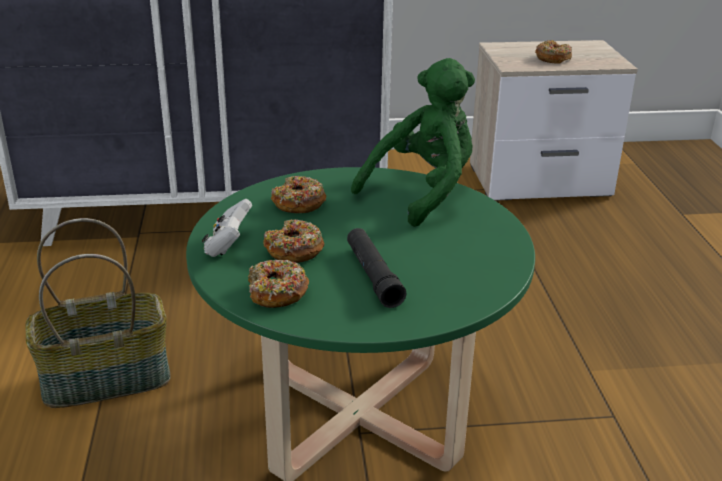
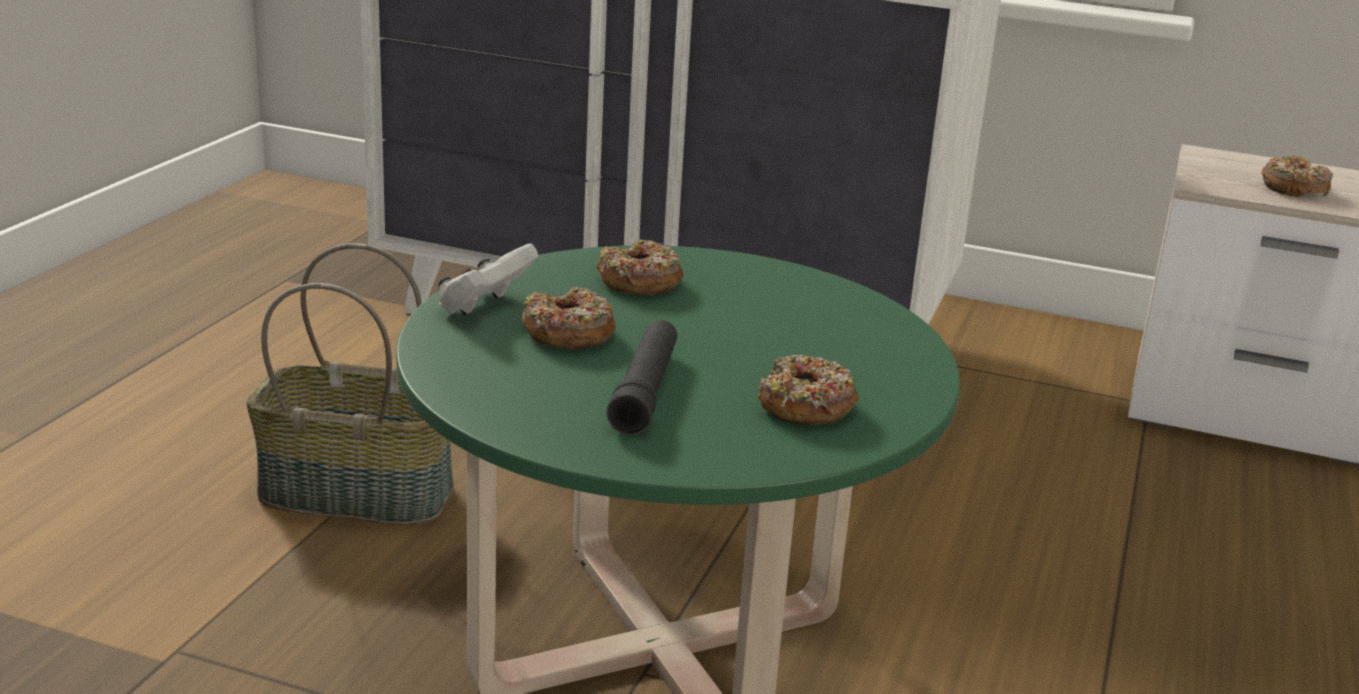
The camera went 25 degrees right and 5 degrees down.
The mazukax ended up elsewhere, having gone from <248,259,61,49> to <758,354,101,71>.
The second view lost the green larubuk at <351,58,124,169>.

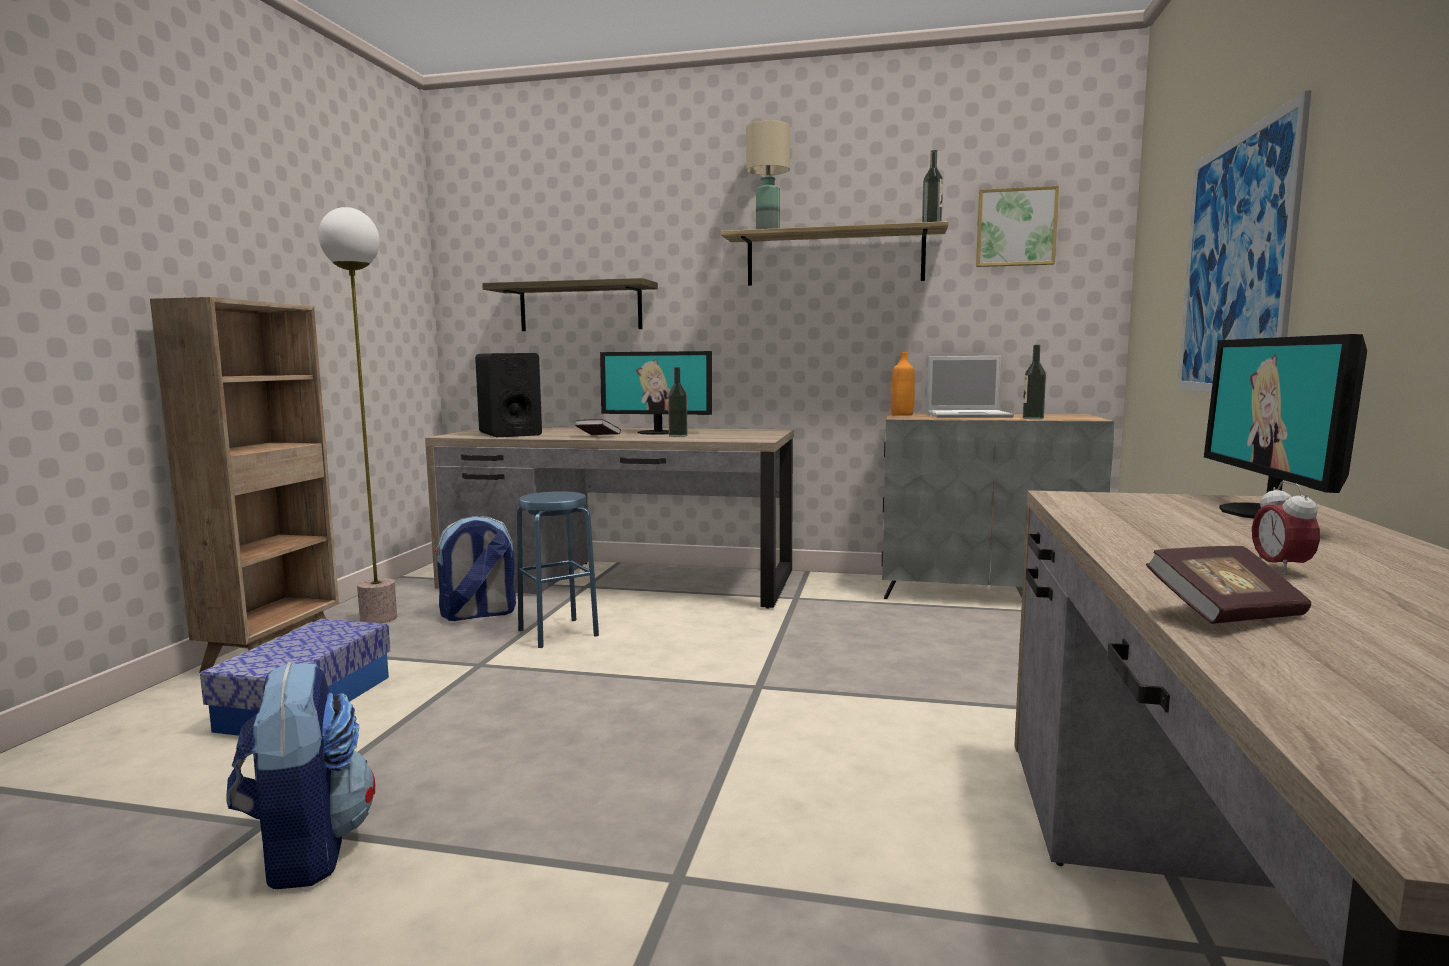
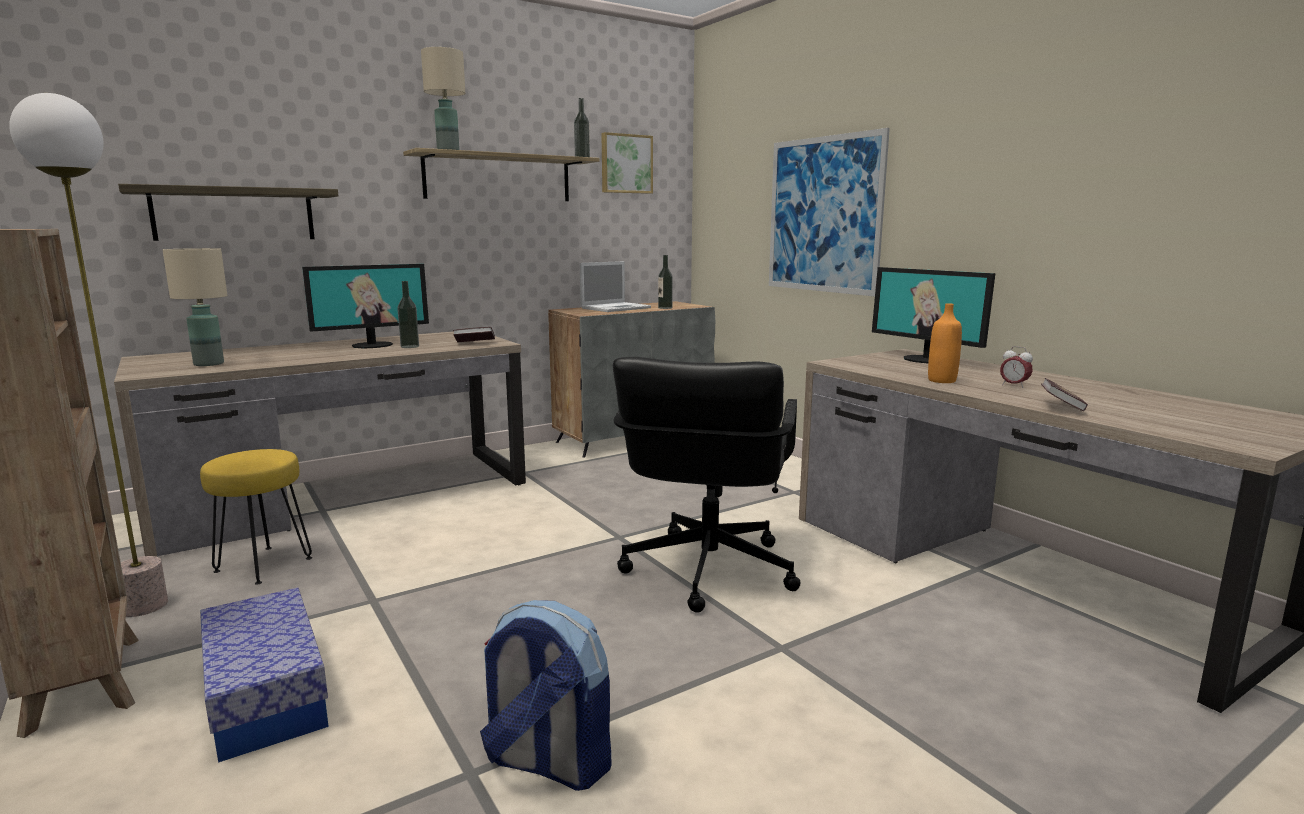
The camera went 45 degrees left and 5 degrees up.
Where the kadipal stood at <435,516,81,105>, the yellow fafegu came to stand at <200,449,112,136>.
Where the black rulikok stood at <475,353,67,84>, the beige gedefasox came to stand at <163,248,64,118>.
The second view lost the blue fafegu at <517,491,82,157>.
The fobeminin ended up elsewhere, having gone from <575,419,46,16> to <453,327,42,15>.
The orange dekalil ended up elsewhere, having gone from <891,352,24,64> to <928,303,34,80>.
The second view gained the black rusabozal at <613,357,187,256>.

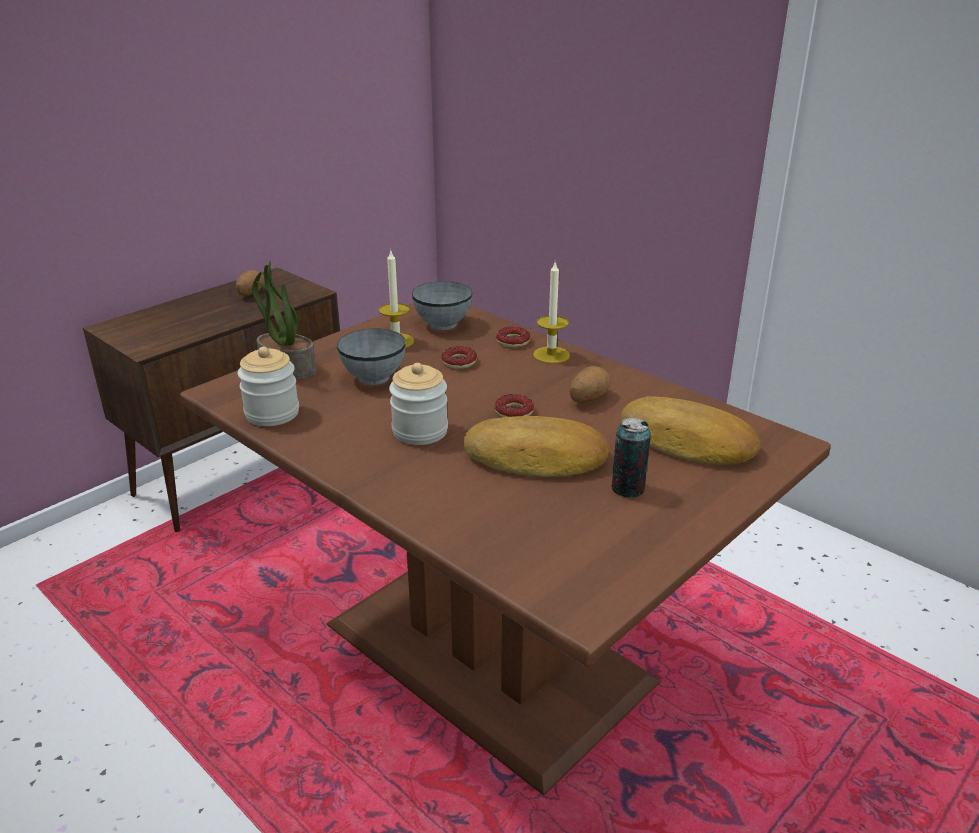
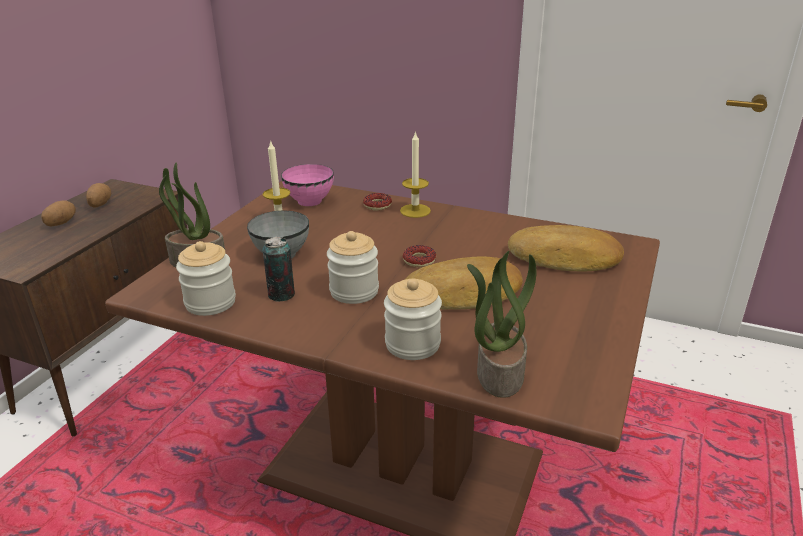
The camera went 20 degrees left and 0 degrees up.
What was the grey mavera at <412,281,61,49> turned into the pink mavera at <281,164,53,42>.
The second view lost the mazukax at <441,346,36,23>.
The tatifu ended up elsewhere, having gone from <570,366,41,37> to <41,200,35,26>.
The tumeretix ended up elsewhere, having gone from <612,418,39,80> to <262,237,33,65>.
The second view gained the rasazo at <384,278,58,82>.
The second view gained the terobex at <467,251,69,147>.

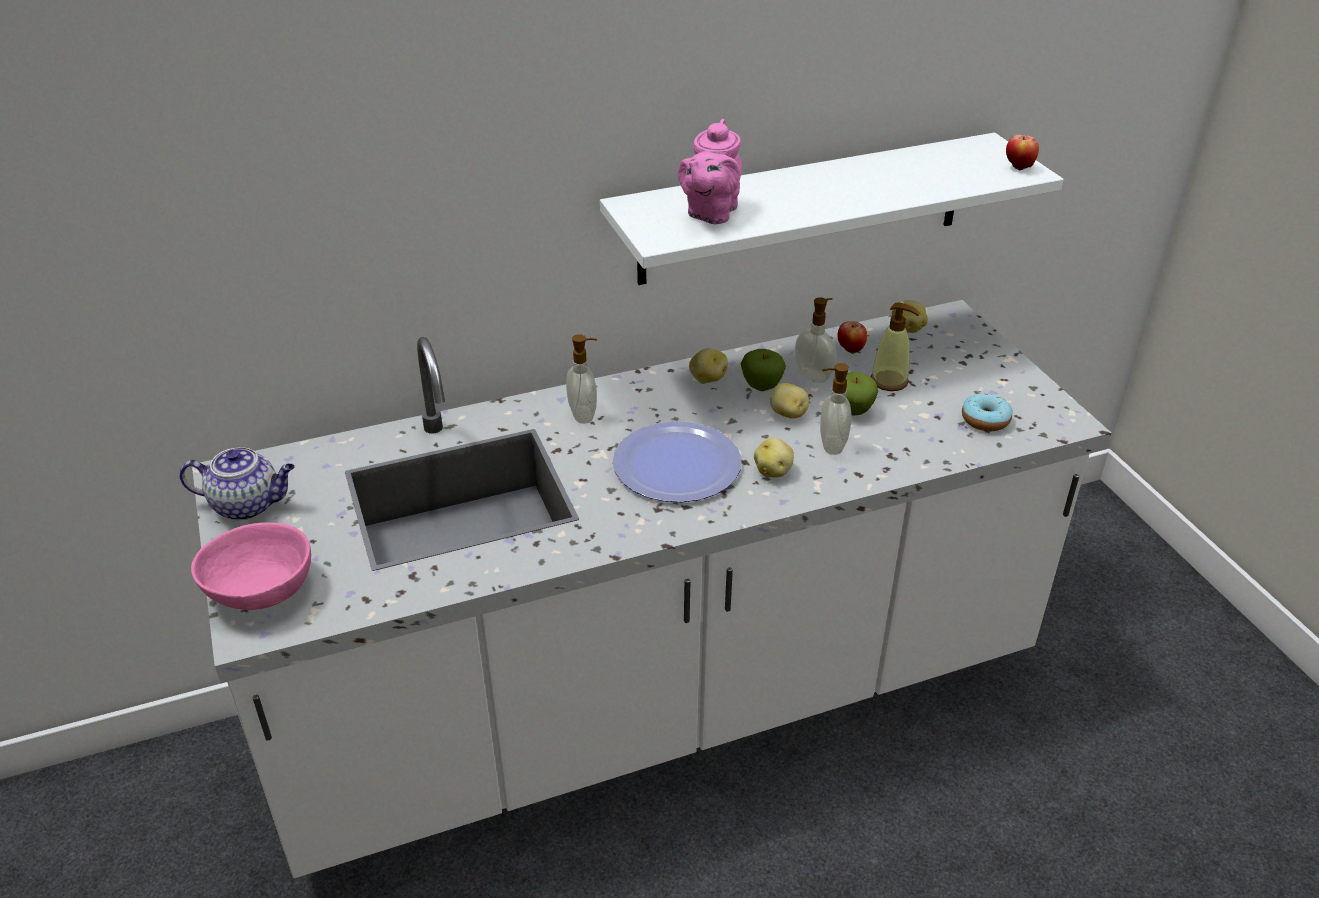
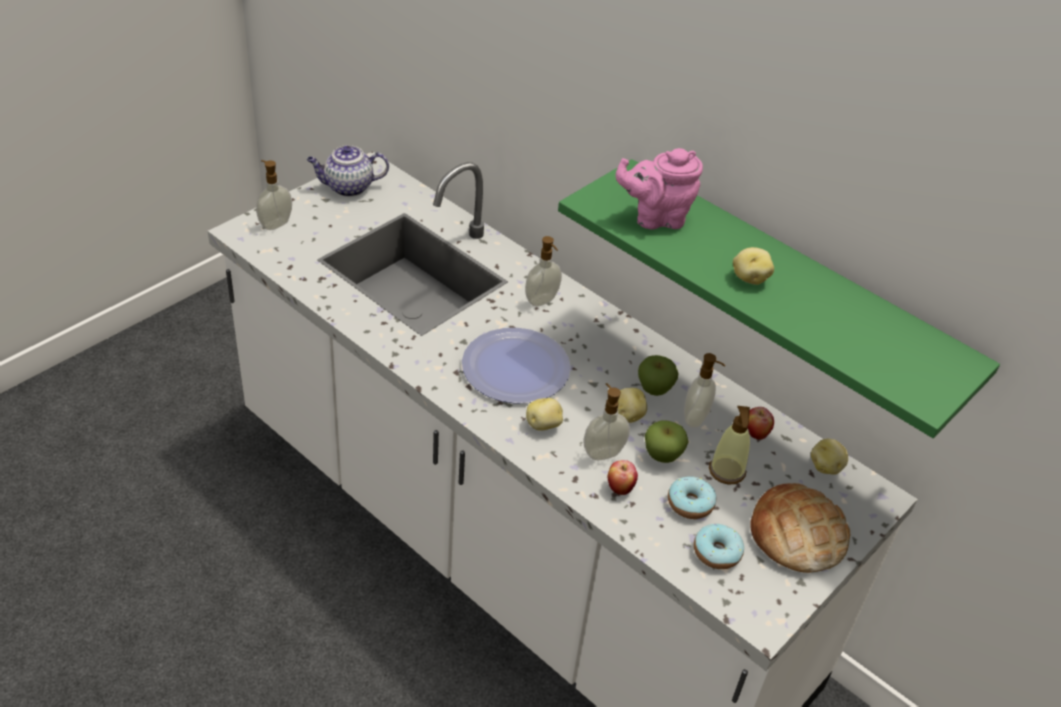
The camera went 60 degrees right and 5 degrees up.
The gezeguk at <179,447,116,73> ended up facing another way, 105 degrees clockwise from before.
Where the pink mavera stood at <191,522,120,88>, the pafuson came to stand at <256,160,36,70>.
What was the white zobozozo at <600,133,464,152> turned into the green zobozozo at <558,159,442,279>.
The tatifu ended up elsewhere, having gone from <689,348,39,35> to <733,247,41,38>.
The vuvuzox ended up elsewhere, having gone from <1006,134,33,36> to <608,460,30,35>.
The second view gained the mazukax at <668,476,48,43>.
The second view gained the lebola at <750,483,100,90>.

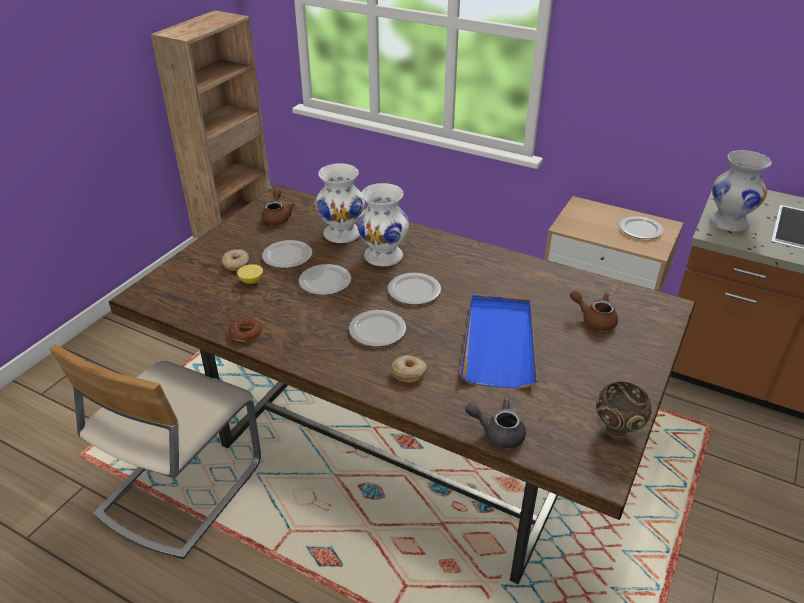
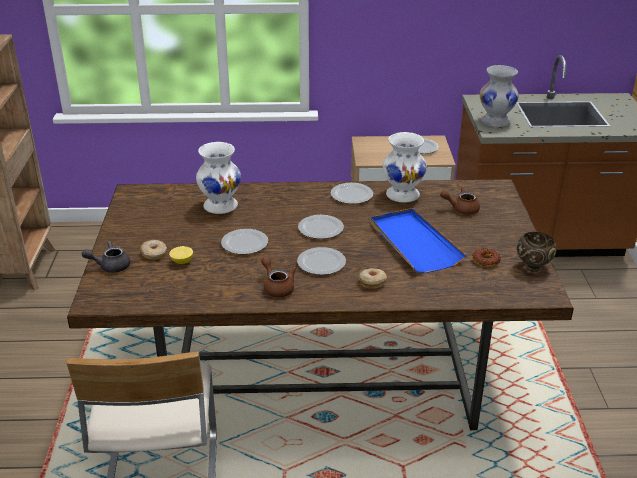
The camera went 30 degrees left and 5 degrees down.
The mazukax ended up elsewhere, having gone from <229,318,33,24> to <473,248,28,19>.
The brown gezeguk ended up elsewhere, having gone from <261,188,34,37> to <261,257,35,40>.
The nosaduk ended up elsewhere, having gone from <262,240,50,28> to <331,183,42,21>.
The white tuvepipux ended up elsewhere, having gone from <357,183,52,83> to <383,132,44,71>.
The grey gezeguk ended up elsewhere, having gone from <465,398,61,50> to <82,241,48,32>.

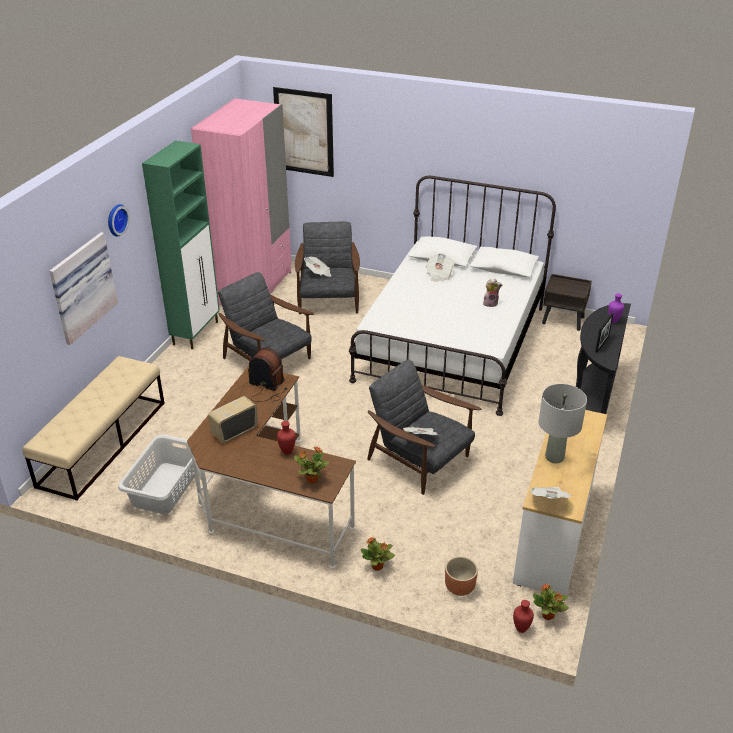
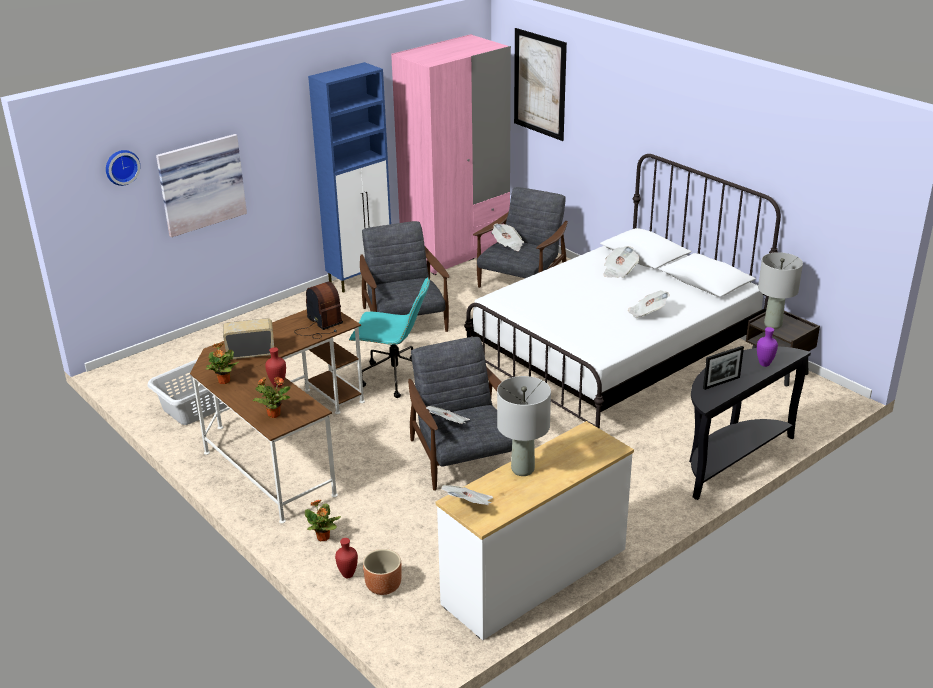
The camera went 30 degrees right and 5 degrees down.
The second view lost the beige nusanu at <23,356,142,145>.
The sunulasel ended up elsewhere, having gone from <108,204,22,33> to <106,150,35,36>.
What was the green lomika at <142,140,78,210> turned into the blue lomika at <308,62,83,231>.
Where the larubuk stood at <483,279,20,28>, the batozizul came to stand at <627,290,43,28>.
The red tuvepipux ended up elsewhere, having gone from <513,600,21,33> to <335,538,23,40>.
The terobex ended up elsewhere, having gone from <533,584,36,36> to <205,344,34,40>.
The second view gained the turquoise rusabozal at <349,278,81,120>.
The second view gained the grey gedefasox at <758,252,45,77>.

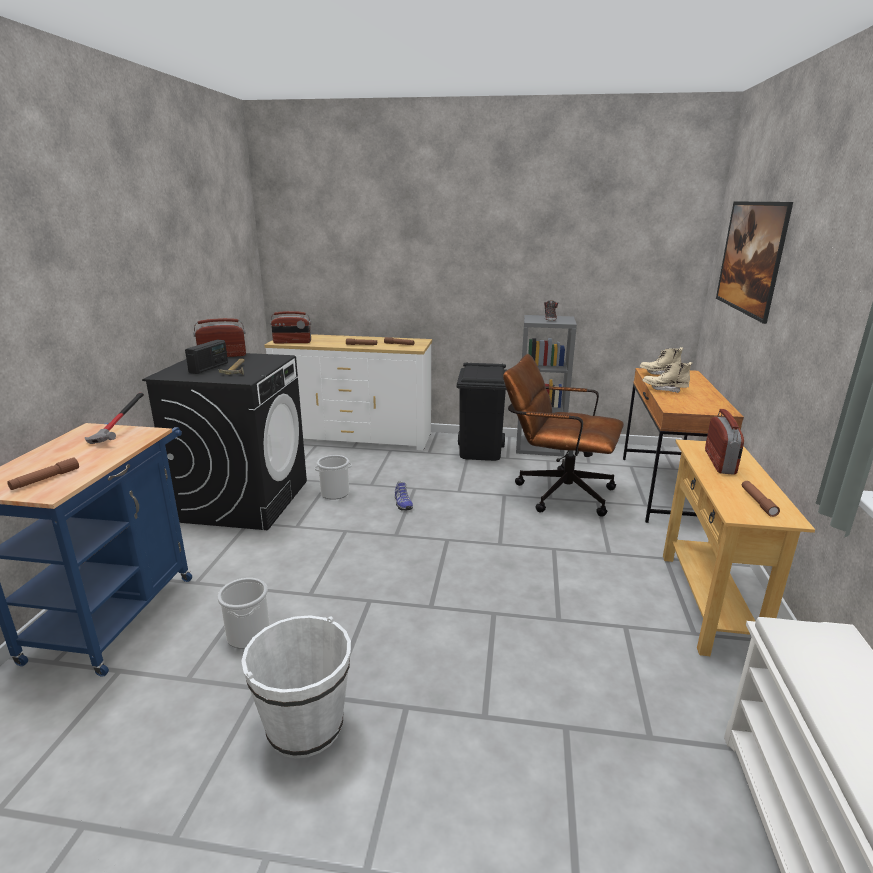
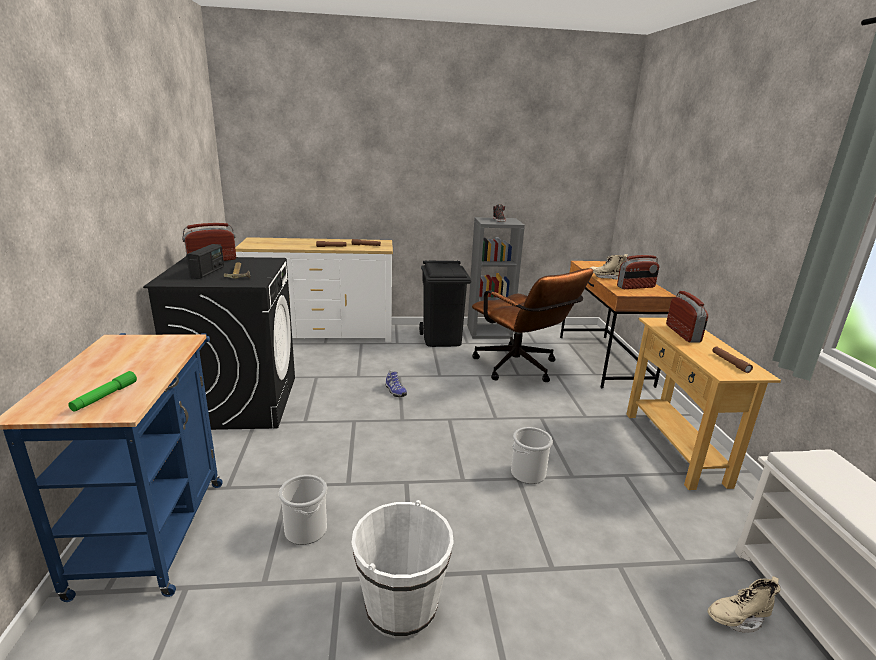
The camera went 15 degrees left and 0 degrees up.
What was the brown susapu at <7,457,72,33> turned into the green susapu at <68,371,69,40>.
The second view lost the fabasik at <85,393,59,51>.
The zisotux ended up elsewhere, having gone from <270,311,41,32> to <617,255,42,34>.
The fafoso ended up elsewhere, having gone from <315,455,37,45> to <511,427,42,57>.
The brown rusabozal at <503,354,121,163> ended up facing another way, 135 degrees counterclockwise from before.
The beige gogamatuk ended up elsewhere, having gone from <640,347,44,28> to <707,576,73,57>.
The second view lost the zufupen at <716,202,77,122>.

